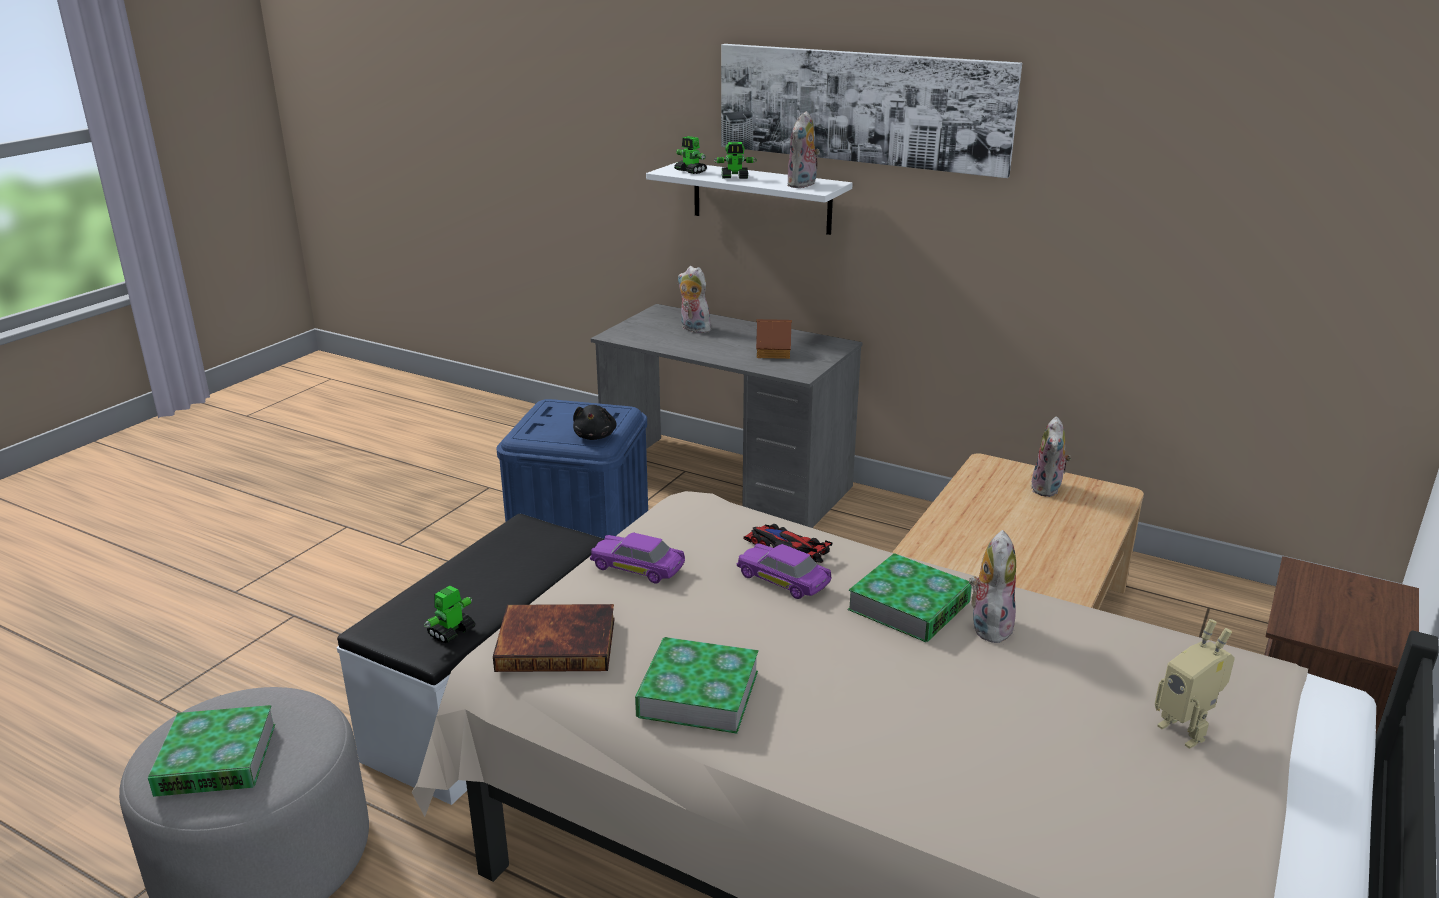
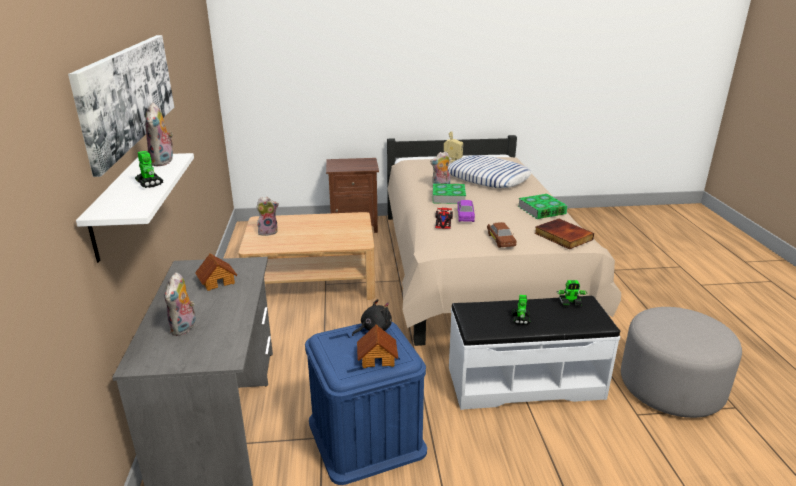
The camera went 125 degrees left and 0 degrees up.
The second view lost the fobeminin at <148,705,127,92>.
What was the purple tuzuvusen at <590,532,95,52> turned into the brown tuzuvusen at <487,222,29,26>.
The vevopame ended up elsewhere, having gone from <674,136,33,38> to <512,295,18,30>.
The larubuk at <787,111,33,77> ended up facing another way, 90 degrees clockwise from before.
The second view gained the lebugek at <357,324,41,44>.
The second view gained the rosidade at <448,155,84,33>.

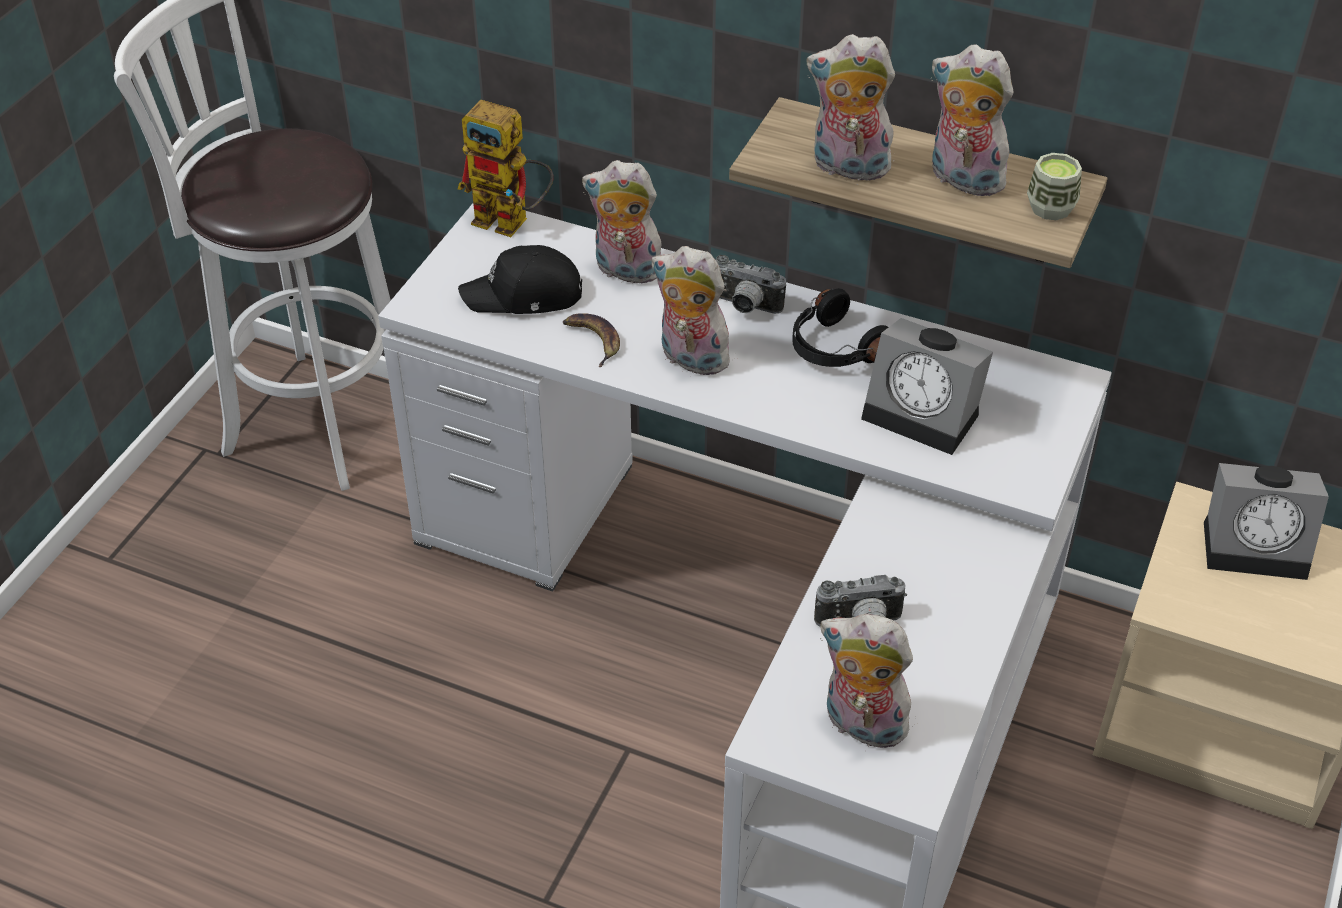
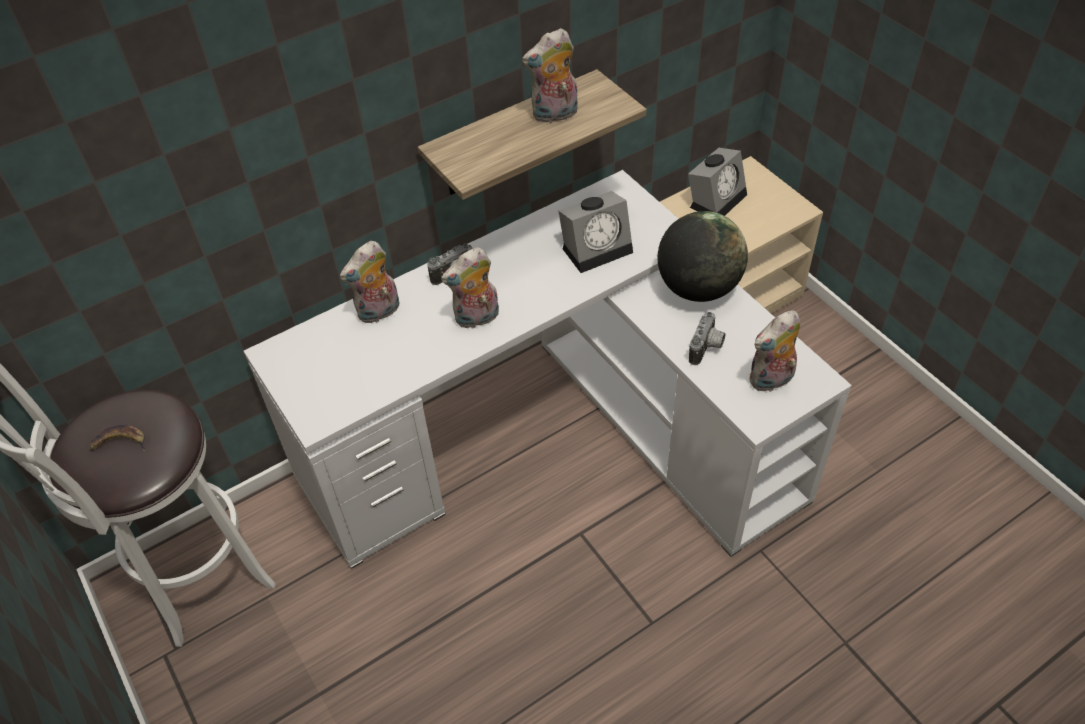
The camera went 55 degrees left and 5 degrees up.
The second view lost the vevopame at <458,100,96,137>.
The second view lost the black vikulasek at <458,245,124,69>.
The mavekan ended up elsewhere, having gone from <563,313,57,54> to <89,425,56,27>.
The second view lost the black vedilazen at <792,288,96,79>.
The second view lost the larubuk at <807,34,91,147>.
The second view lost the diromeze at <1027,153,55,67>.
The second view gained the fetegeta at <658,211,90,91>.

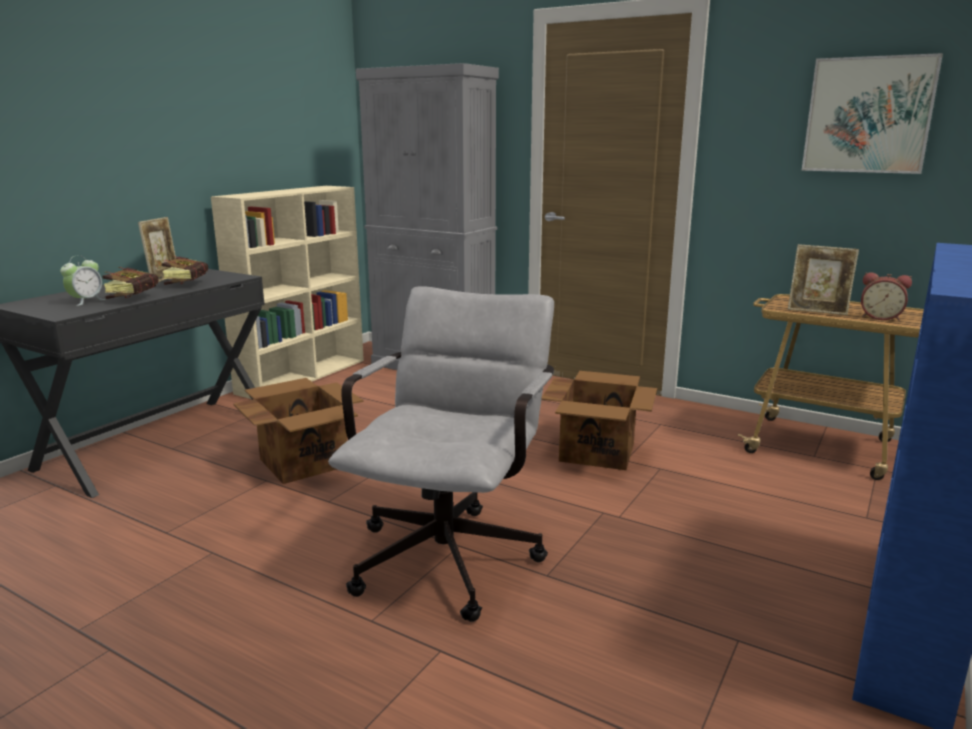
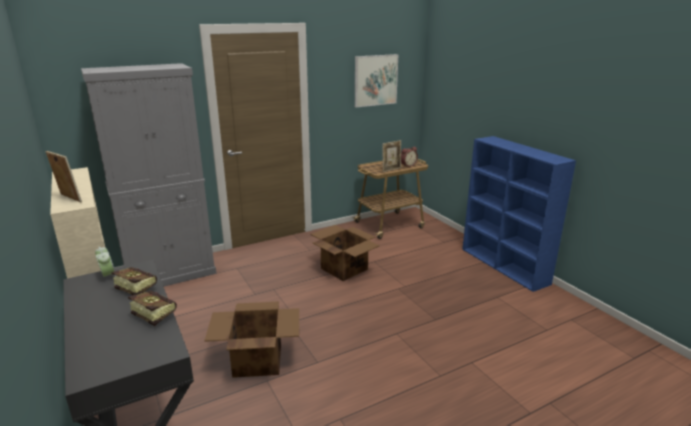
The camera went 60 degrees left and 5 degrees up.
The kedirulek ended up elsewhere, having gone from <60,255,46,51> to <95,246,21,31>.
The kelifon ended up elsewhere, having gone from <138,217,38,65> to <45,151,37,51>.
The second view lost the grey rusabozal at <328,286,226,336>.

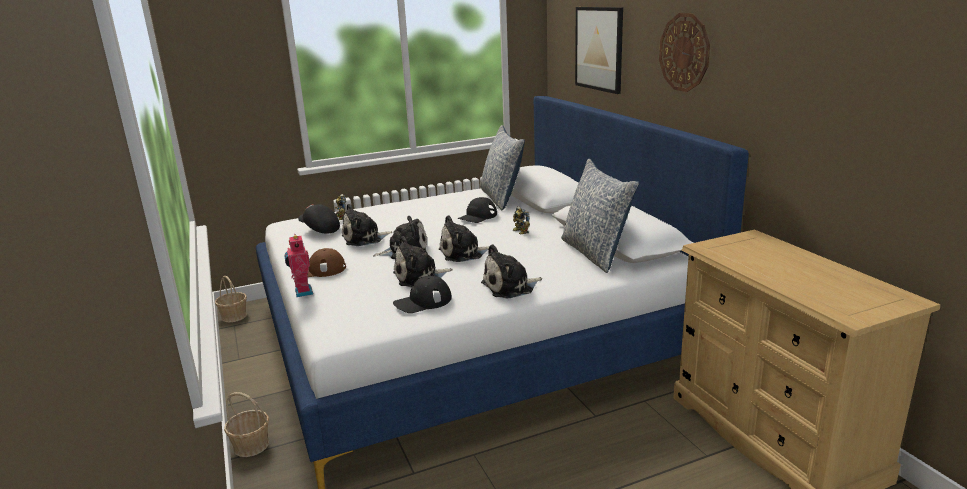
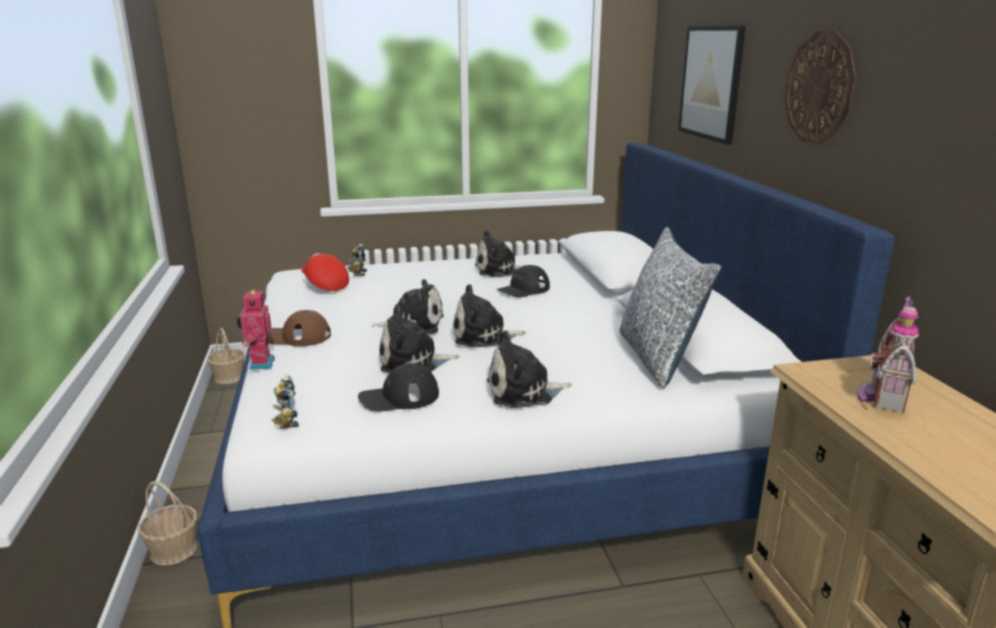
The camera went 10 degrees right and 0 degrees up.
What was the black vikulasek at <298,205,42,29> turned into the red vikulasek at <301,253,48,38>.
The larubuk ended up elsewhere, having gone from <342,204,51,42> to <475,230,47,47>.
The second view lost the rosidade at <481,125,44,85>.
The vevopame ended up elsewhere, having gone from <512,206,18,28> to <272,375,27,54>.
The second view gained the lebugek at <857,296,62,117>.

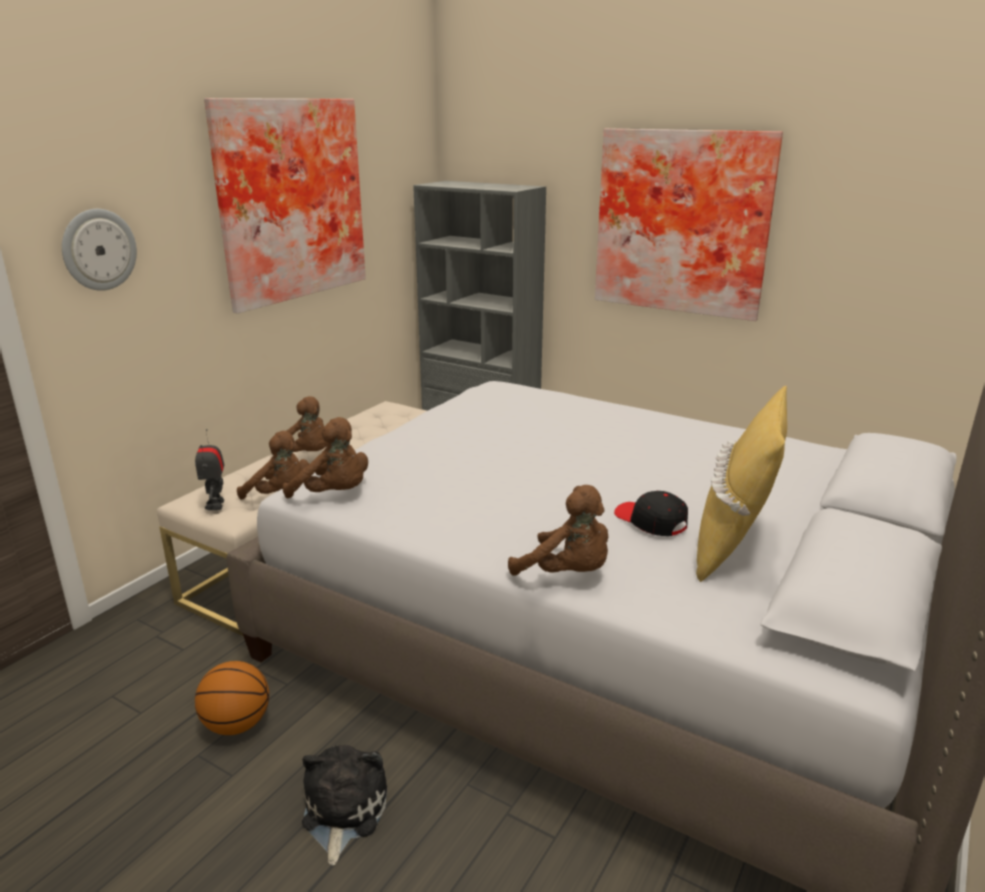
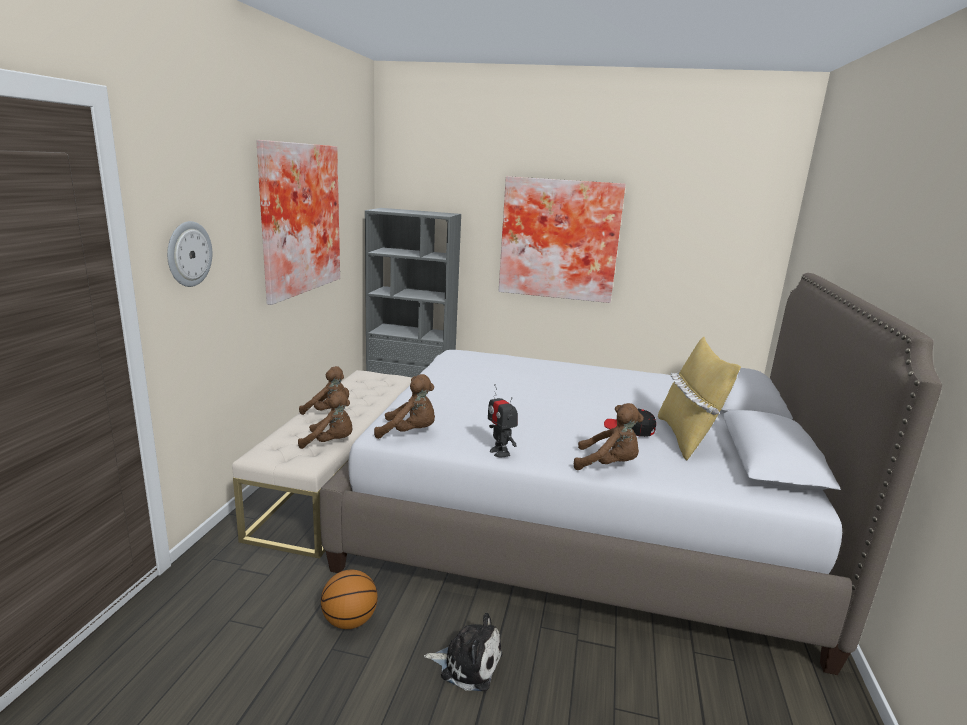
The camera went 20 degrees left and 5 degrees down.
The vevopame ended up elsewhere, having gone from <195,429,29,81> to <488,384,30,73>.
The larubuk at <302,745,85,120> ended up facing another way, 120 degrees clockwise from before.

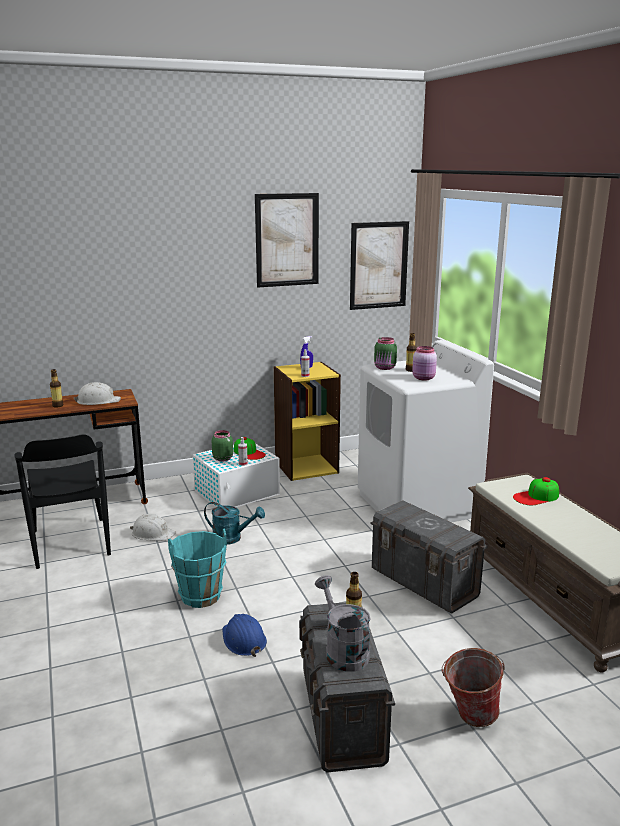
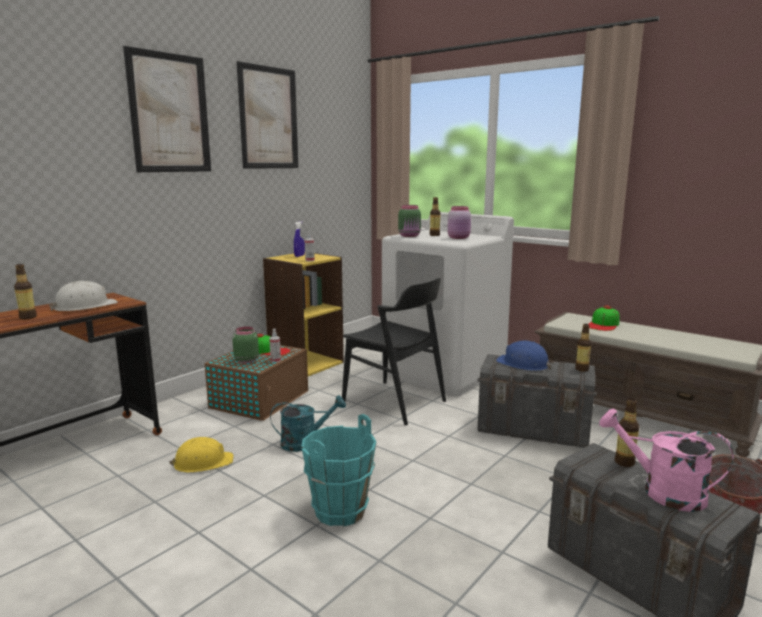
The camera went 30 degrees left and 5 degrees down.
The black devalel ended up elsewhere, having gone from <14,434,97,135> to <342,278,104,147>.
What was the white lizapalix at <130,514,46,27> turned into the yellow lizapalix at <169,437,65,36>.
What was the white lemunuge at <193,443,87,65> turned into the brown lemunuge at <205,345,103,76>.
The blue lizapalix ended up elsewhere, having gone from <223,614,44,43> to <496,341,58,30>.
What was the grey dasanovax at <315,575,56,97> turned into the pink dasanovax at <599,409,135,103>.
The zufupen ended up elsewhere, having gone from <350,221,59,89> to <123,46,88,126>.
The second view gained the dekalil at <575,324,16,48>.

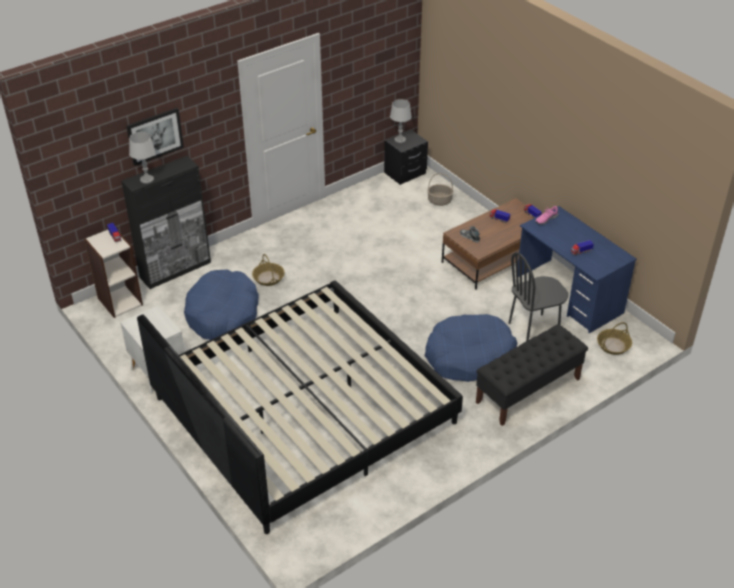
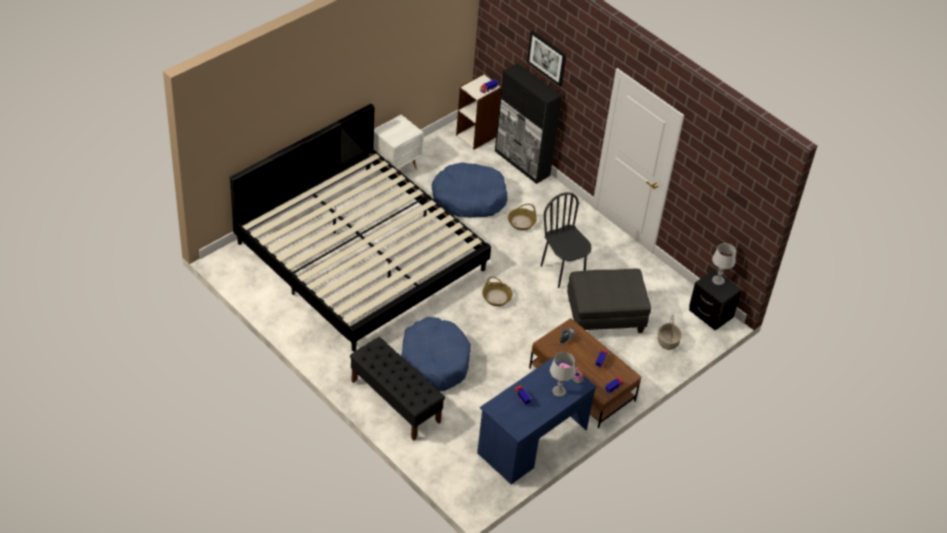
The camera went 80 degrees right and 5 degrees up.
The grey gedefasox ended up elsewhere, having gone from <129,132,26,52> to <550,352,25,45>.
The black devalel ended up elsewhere, having gone from <509,252,60,89> to <541,192,51,96>.
The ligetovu ended up elsewhere, having gone from <597,322,35,33> to <482,277,31,29>.
The second view gained the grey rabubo at <567,268,84,65>.

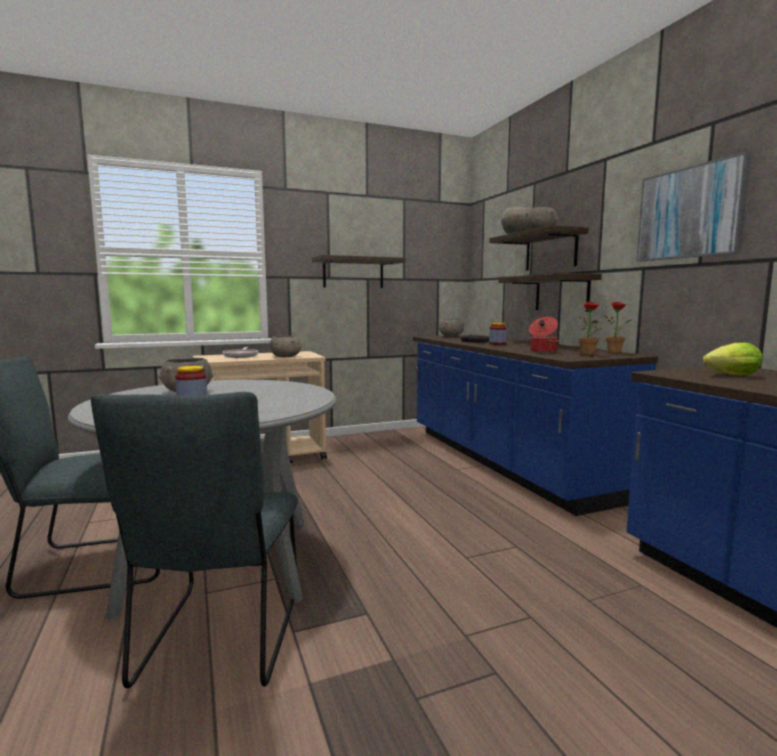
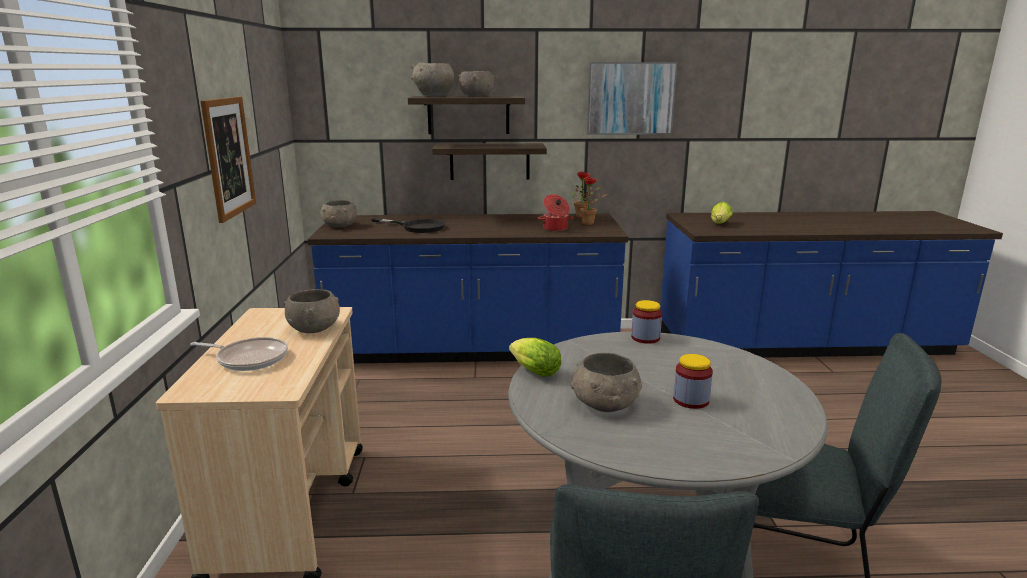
The camera went 70 degrees left and 10 degrees up.
Where the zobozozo hung at <312,255,94,33>, the zufupen came to hang at <201,97,55,126>.
The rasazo ended up elsewhere, having gone from <489,323,18,22> to <631,300,31,44>.
The second view gained the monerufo at <509,338,52,39>.

